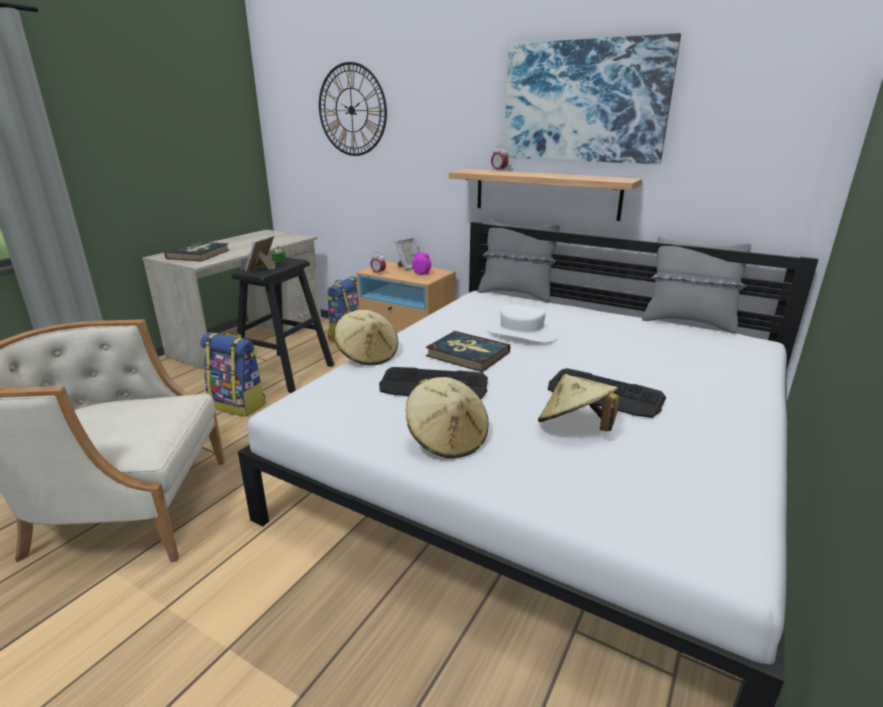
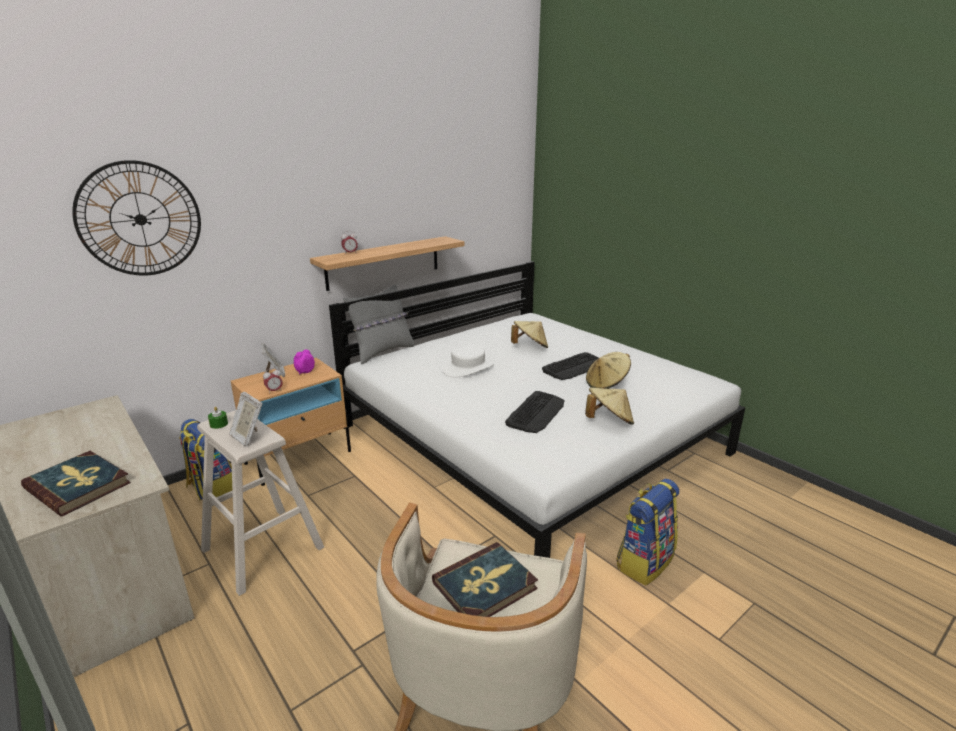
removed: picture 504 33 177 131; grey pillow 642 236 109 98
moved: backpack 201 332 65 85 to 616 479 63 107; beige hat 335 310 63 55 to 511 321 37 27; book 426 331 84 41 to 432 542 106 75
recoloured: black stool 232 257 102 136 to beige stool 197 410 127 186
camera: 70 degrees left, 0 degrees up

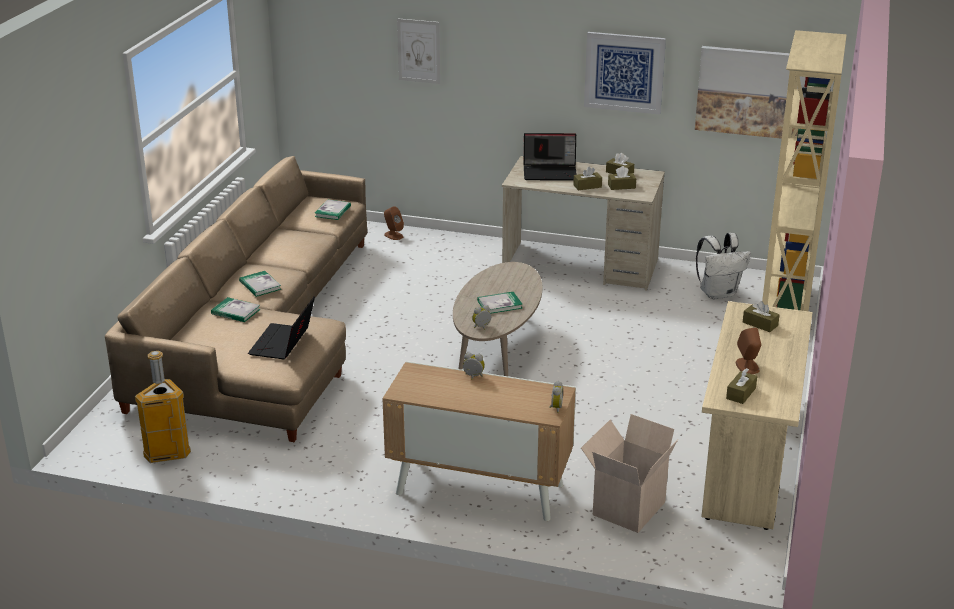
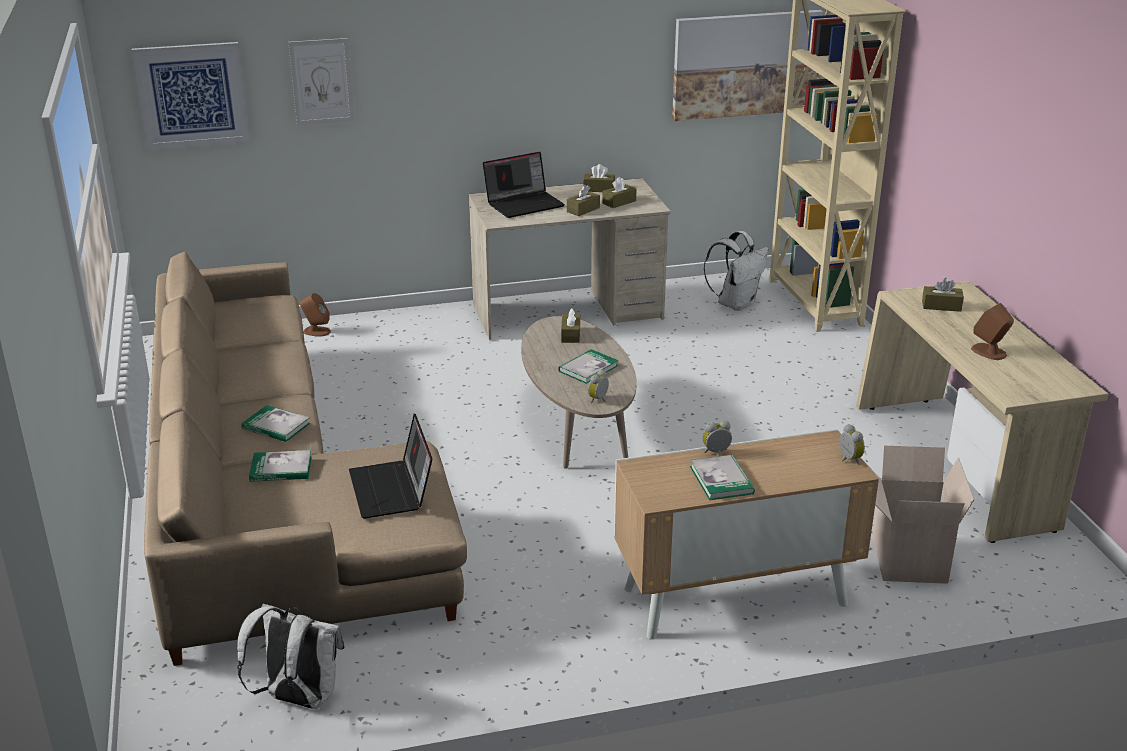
moved: book 315 199 36 21 to 690 455 65 45; picture 584 32 82 83 to 132 42 118 108; brown tissue box 726 368 31 36 to 561 308 19 35
replaced: trash can 135 351 56 112 to white backpack 237 604 108 105
camera: 30 degrees left, 0 degrees up

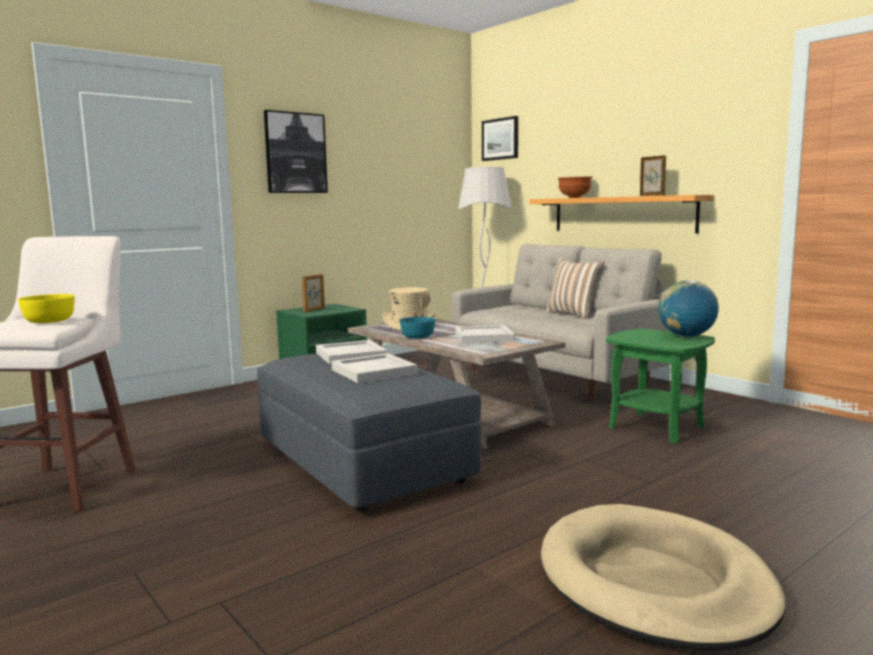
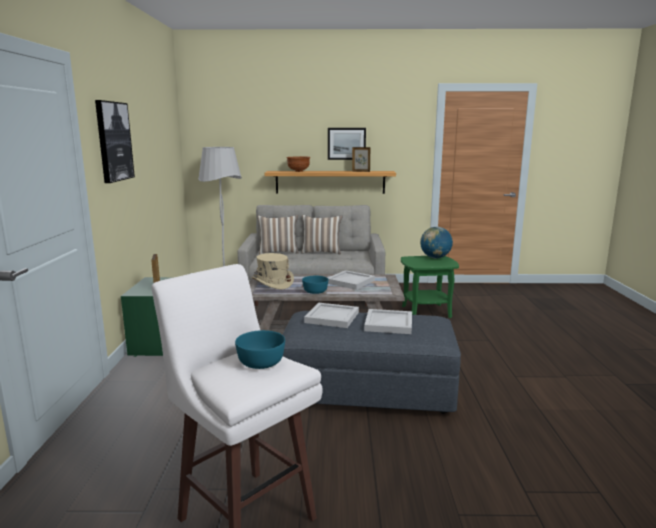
removed: beige dog bed 541 504 244 147
added: pillow 257 215 42 39
moved: picture 482 116 36 45 to 328 128 38 32
recoloured: yellow bowl 18 294 57 29 to turquoise bowl 235 330 50 39
camera: 50 degrees left, 5 degrees up

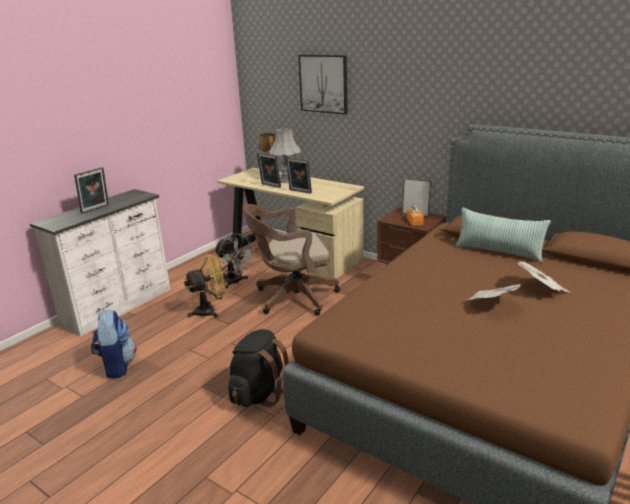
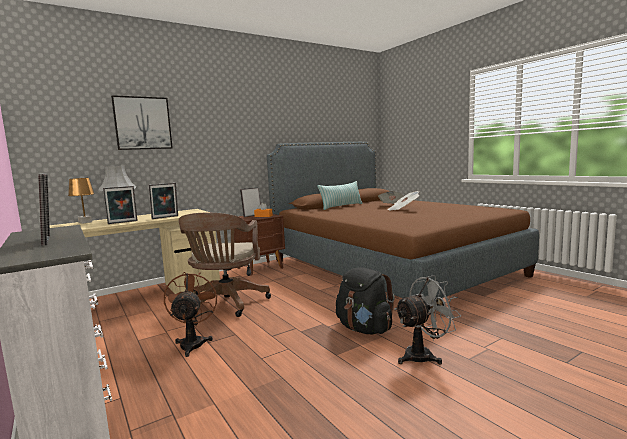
removed: backpack 91 310 46 68
moved: grey fan 214 233 42 55 to 395 275 66 89
recoloured: yellow fan 184 254 43 64 to brown fan 164 272 54 85
camera: 70 degrees left, 15 degrees down

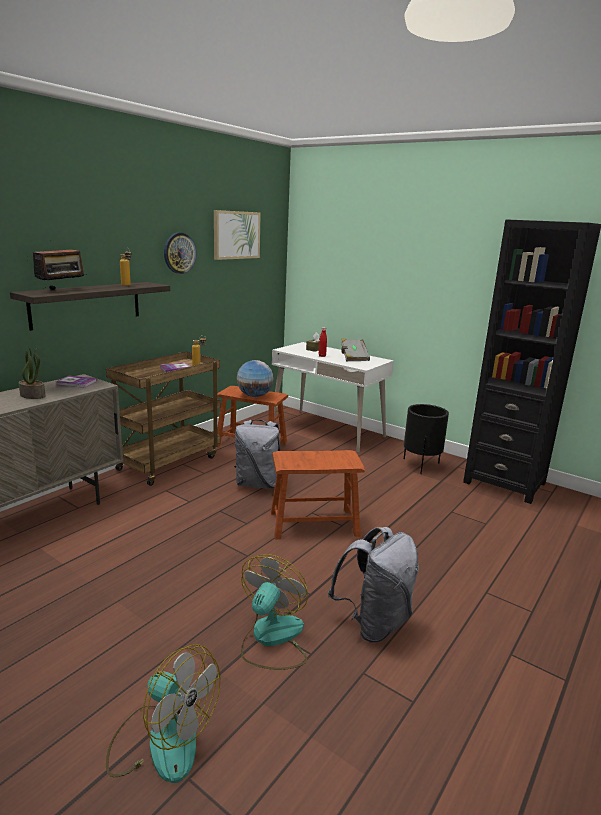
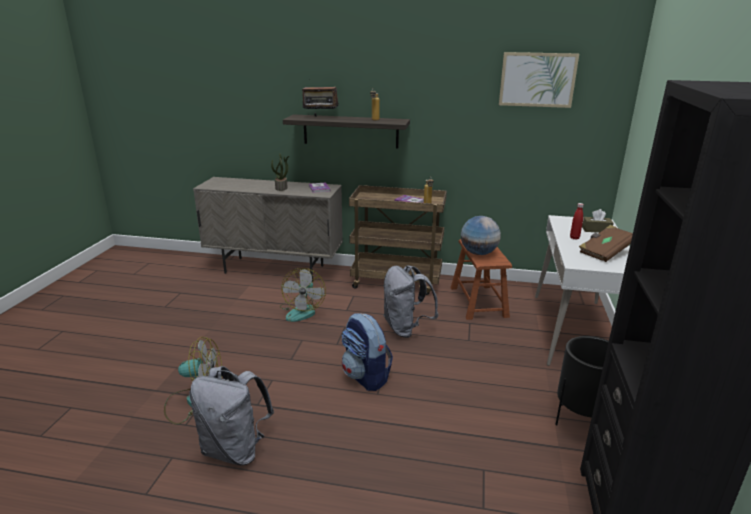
removed: wall clock 164 233 32 41
moved: fan 106 644 114 139 to 280 268 46 54
replaced: brown stool 271 450 94 90 to backpack 342 313 51 78
recoloured: grey book 341 339 29 22 to brown book 579 225 54 37
camera: 65 degrees right, 5 degrees up

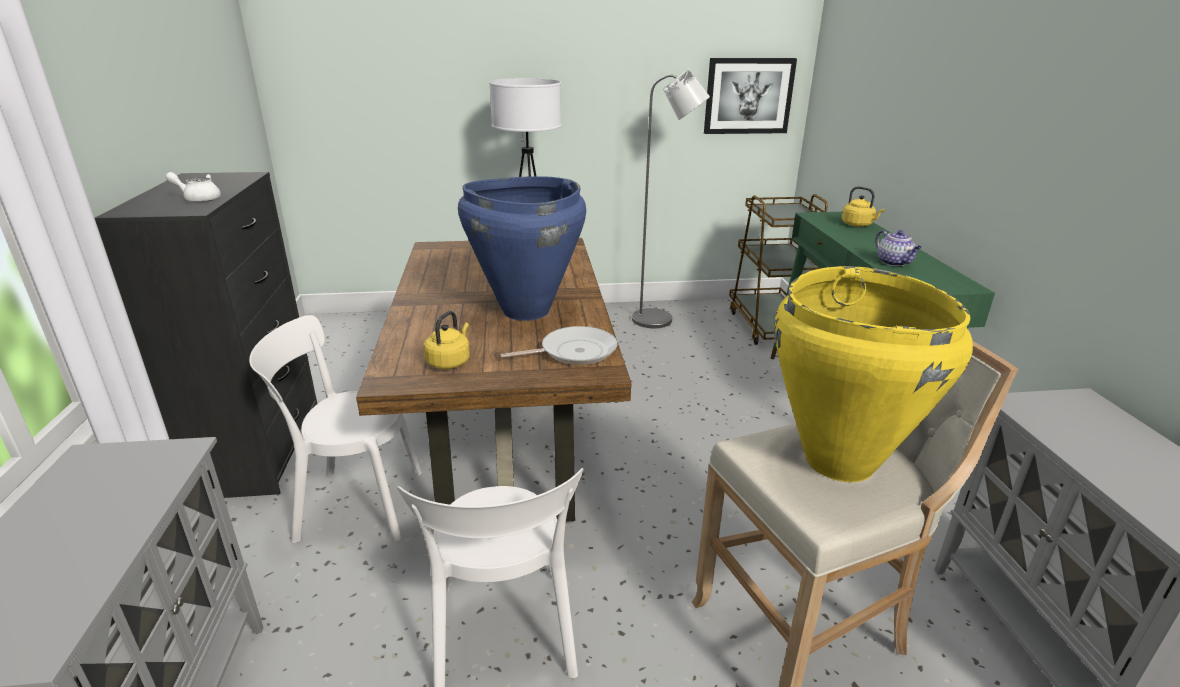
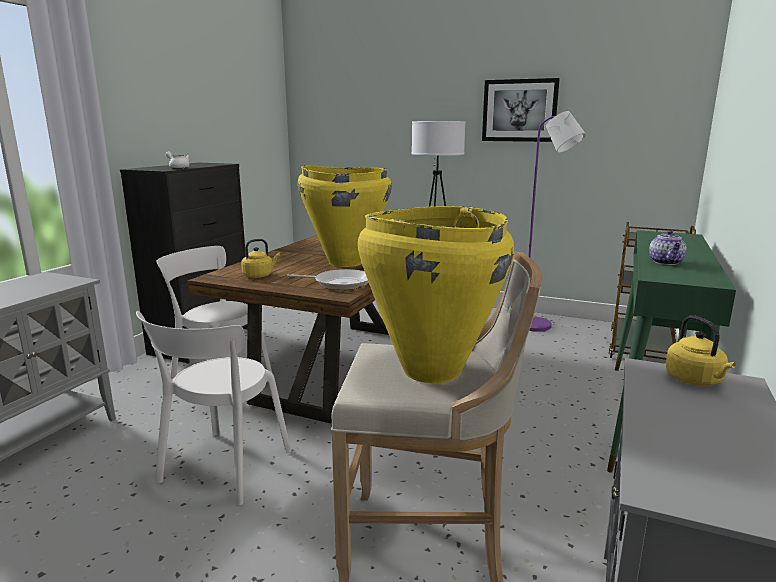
moved: picture 704 58 93 76 to 482 78 78 64; yellow kettle 842 186 43 41 to 666 315 70 71
recoloured: blue vase 458 176 128 145 to yellow vase 298 166 94 101; grey floor lamp 632 69 78 259 to purple floor lamp 528 111 58 221
camera: 30 degrees right, 10 degrees down

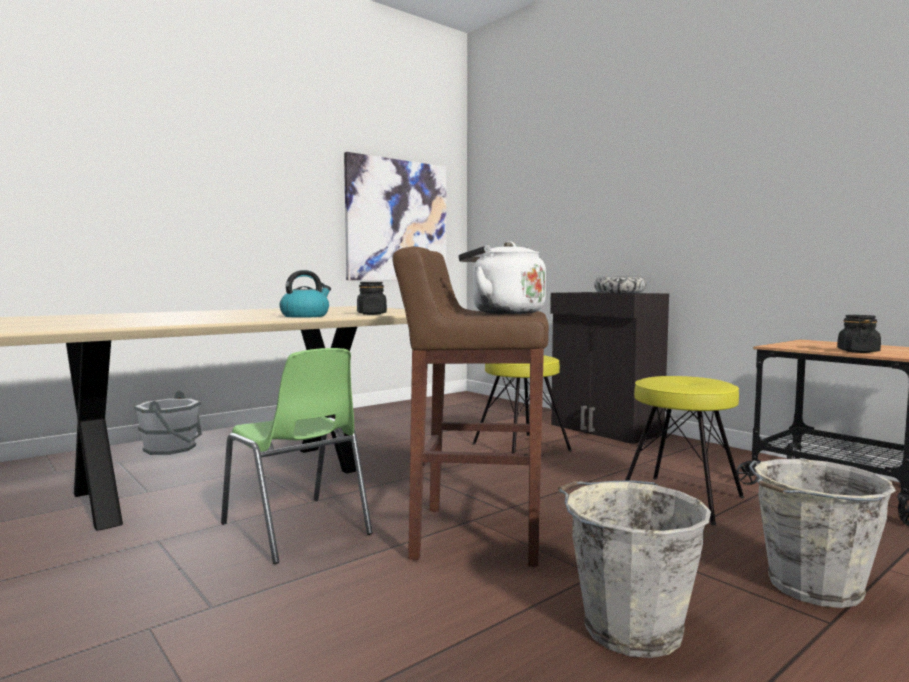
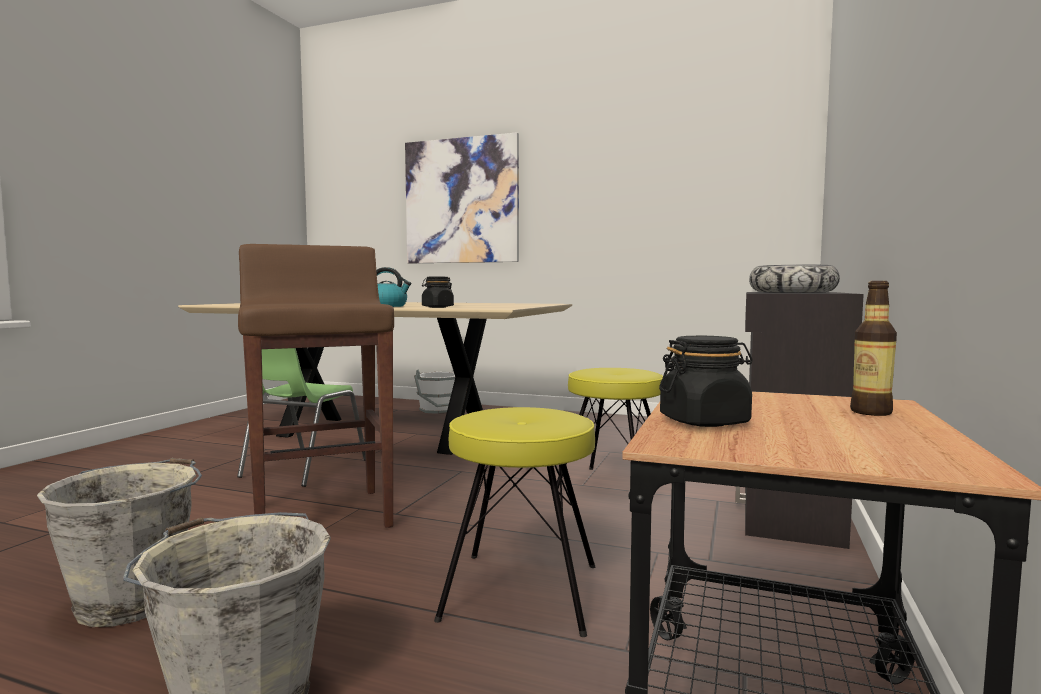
removed: white kettle 459 241 87 73
added: bottle 850 281 47 135
moved: picture 344 152 102 128 to 405 132 114 131
camera: 60 degrees right, 0 degrees up

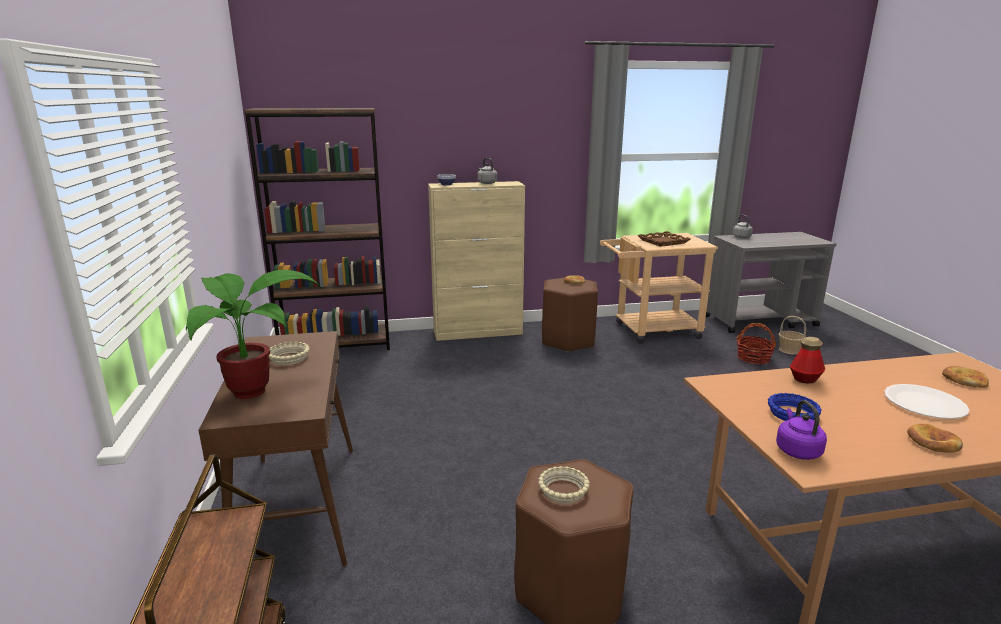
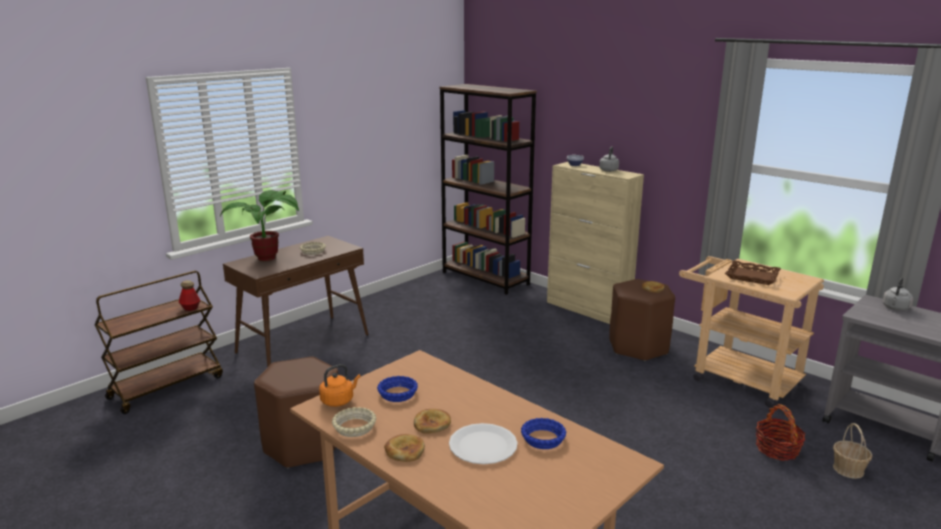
added: blue bowl 521 418 46 31
moved: beige bowl 538 466 52 37 to 332 407 45 30; bottle 790 337 35 46 to 179 280 21 31; bread 942 366 47 22 to 414 409 37 25
recoloured: purple kettle 776 400 51 60 to orange kettle 319 364 42 43
camera: 55 degrees right, 0 degrees up

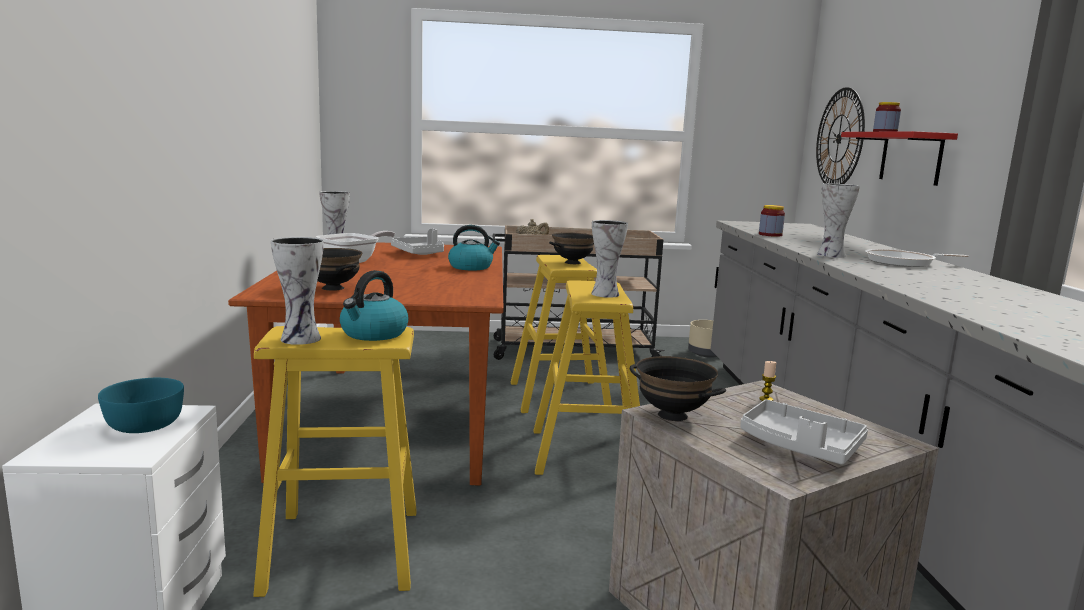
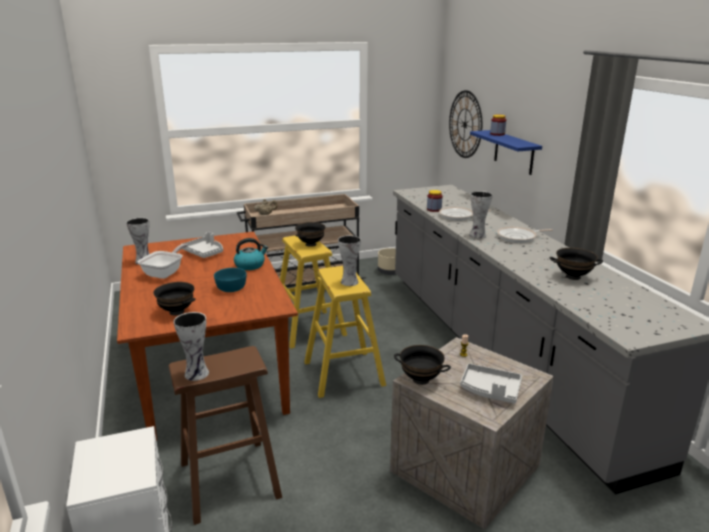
removed: kettle 340 270 69 71
added: frying pan 439 207 52 14; black bowl 550 248 53 32
moved: turquoise bowl 98 378 86 55 to 214 268 32 24
recoloured: yellow stool 253 326 164 271 to brown stool 168 346 114 179; red shelf 841 131 117 55 to blue shelf 470 130 72 45
camera: 15 degrees left, 10 degrees up

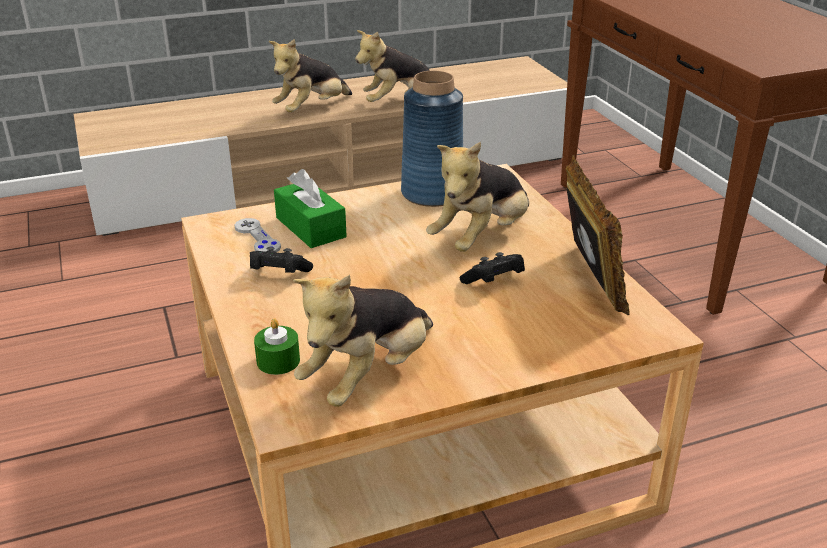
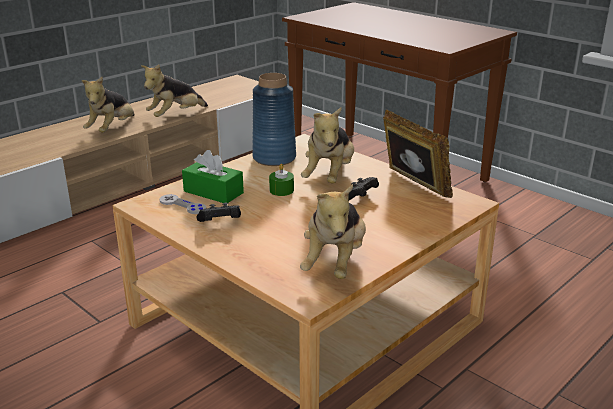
moved: green candle 254 318 46 57 to 269 164 25 32
camera: 25 degrees left, 5 degrees down

